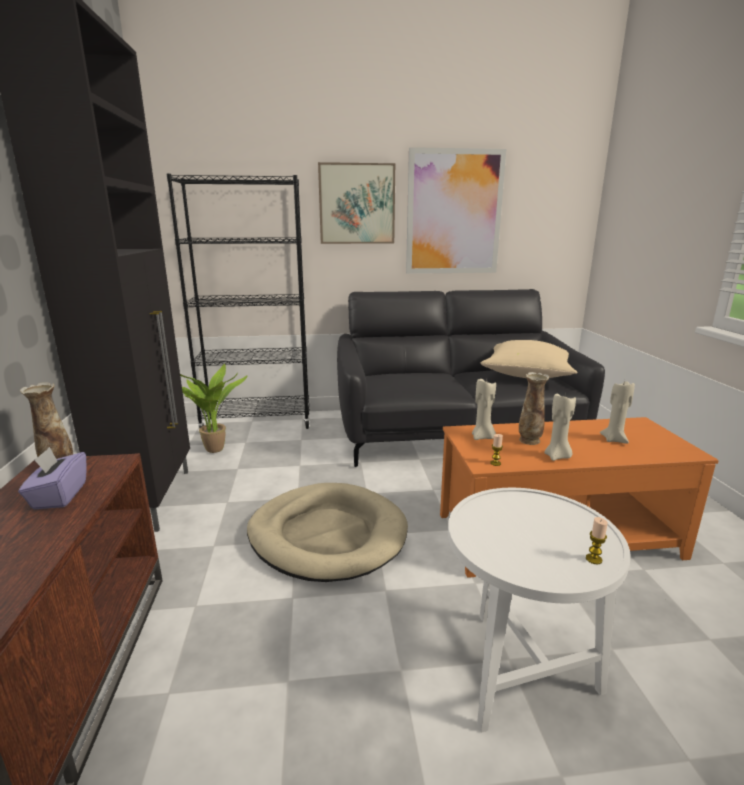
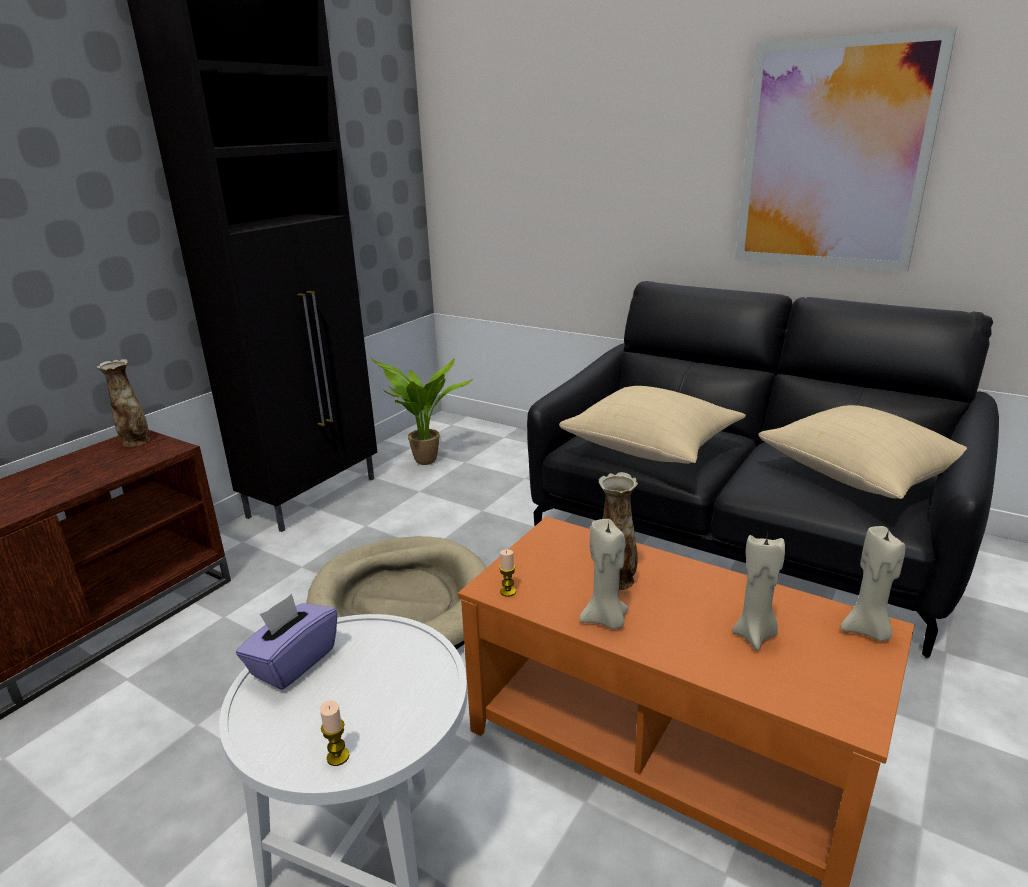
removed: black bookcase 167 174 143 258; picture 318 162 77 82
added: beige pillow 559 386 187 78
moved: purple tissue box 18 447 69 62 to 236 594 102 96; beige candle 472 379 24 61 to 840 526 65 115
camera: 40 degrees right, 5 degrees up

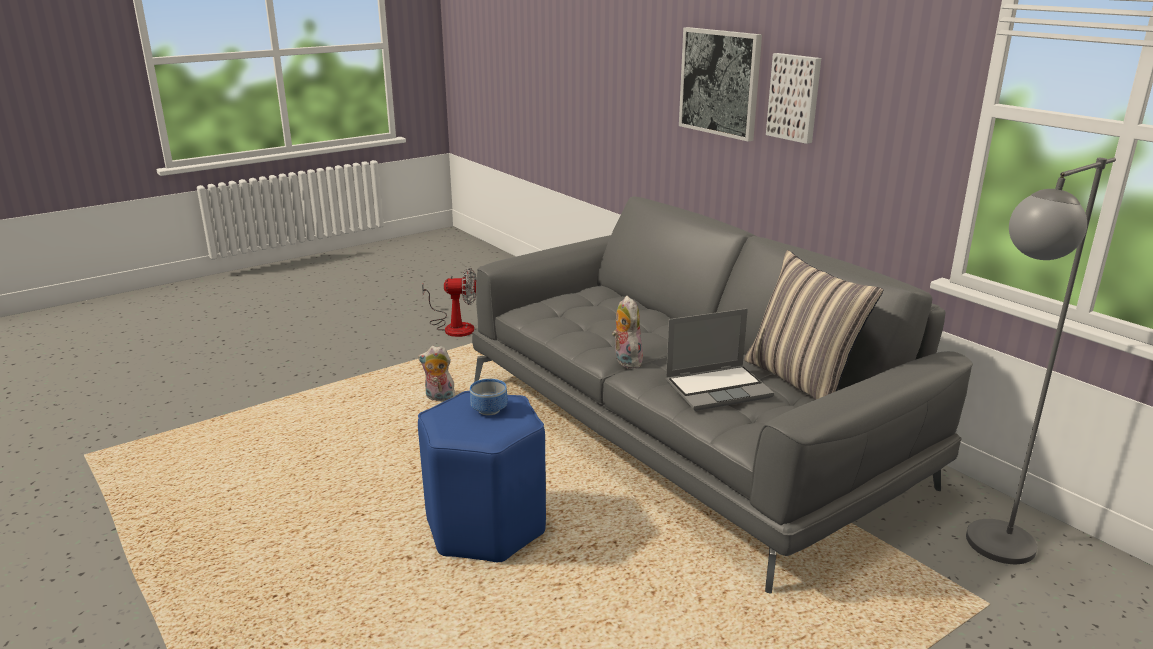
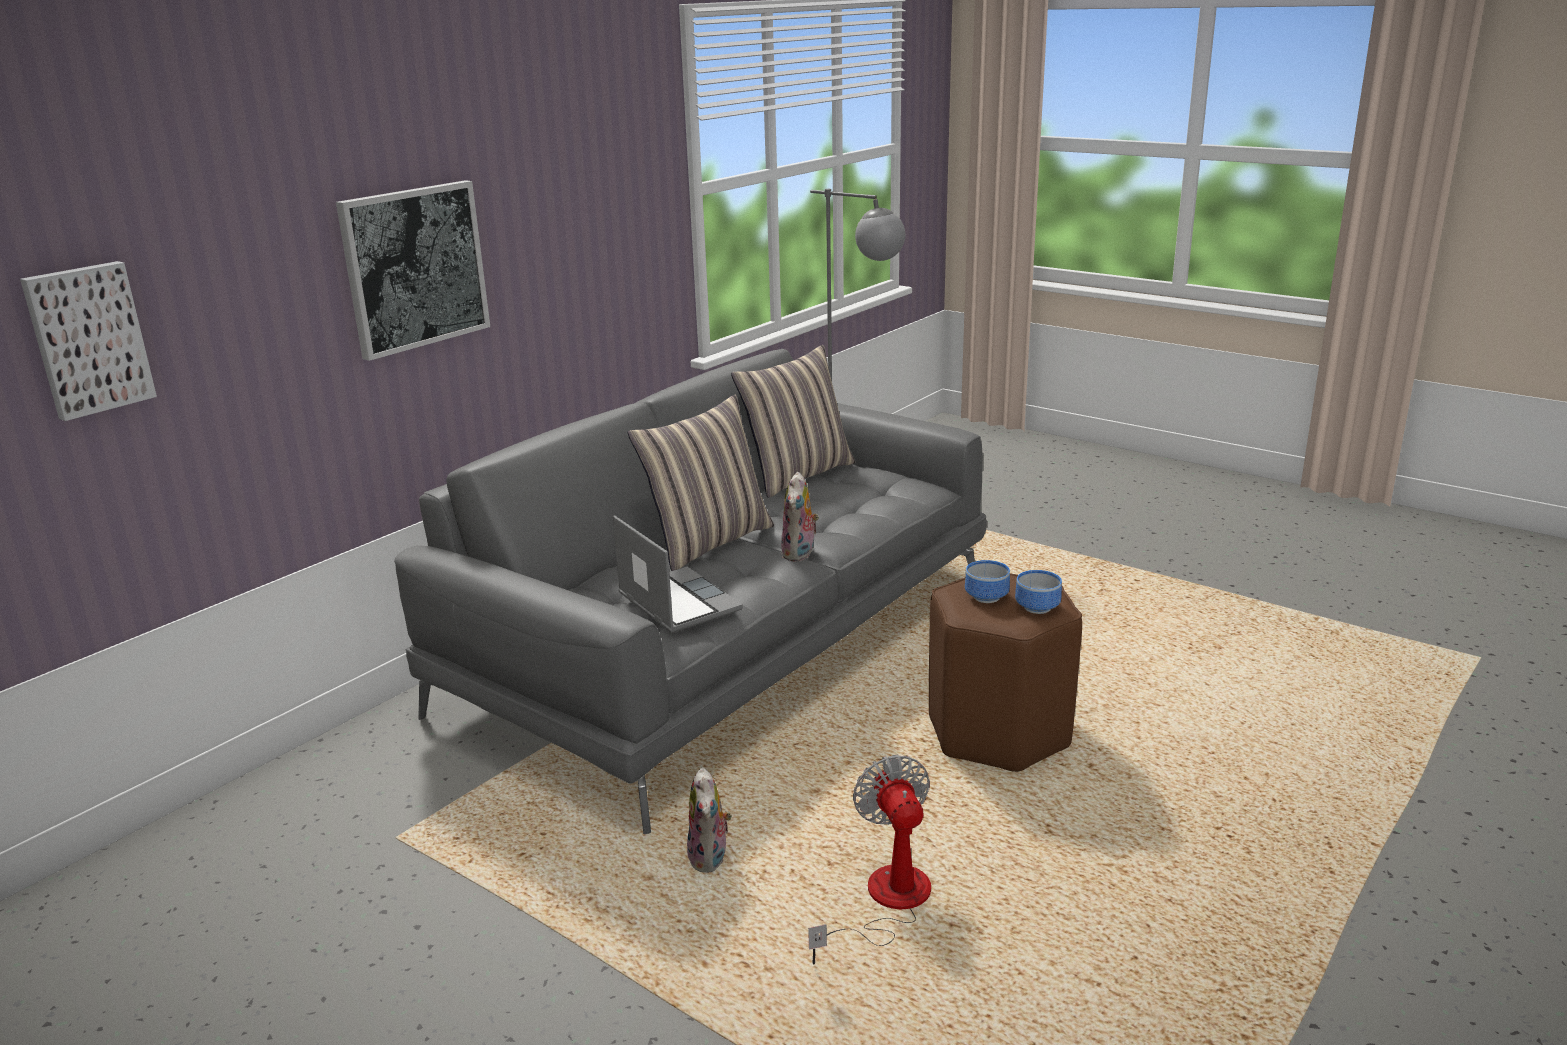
added: pillow 628 395 146 176; bowl 1015 570 47 44
moved: fan 422 268 54 69 to 808 754 123 211; laptop 665 308 109 103 to 613 515 130 118; picture 766 53 55 91 to 20 261 137 160
recoloured: blue stool 418 391 128 171 to brown stool 929 573 153 199
turned: plush toy 612 296 31 73 = 781 472 38 90 45 degrees counterclockwise
camera: 105 degrees left, 0 degrees up

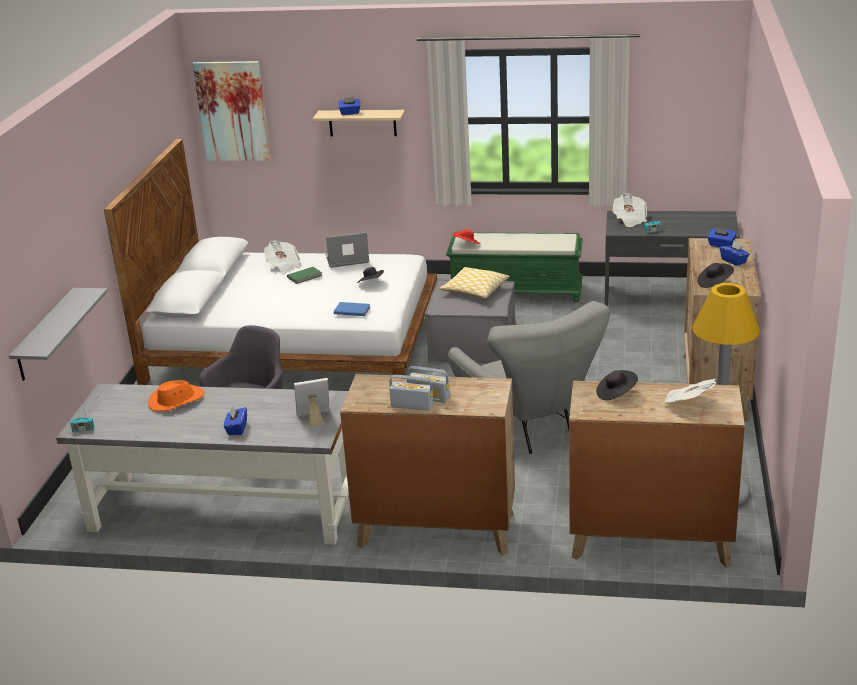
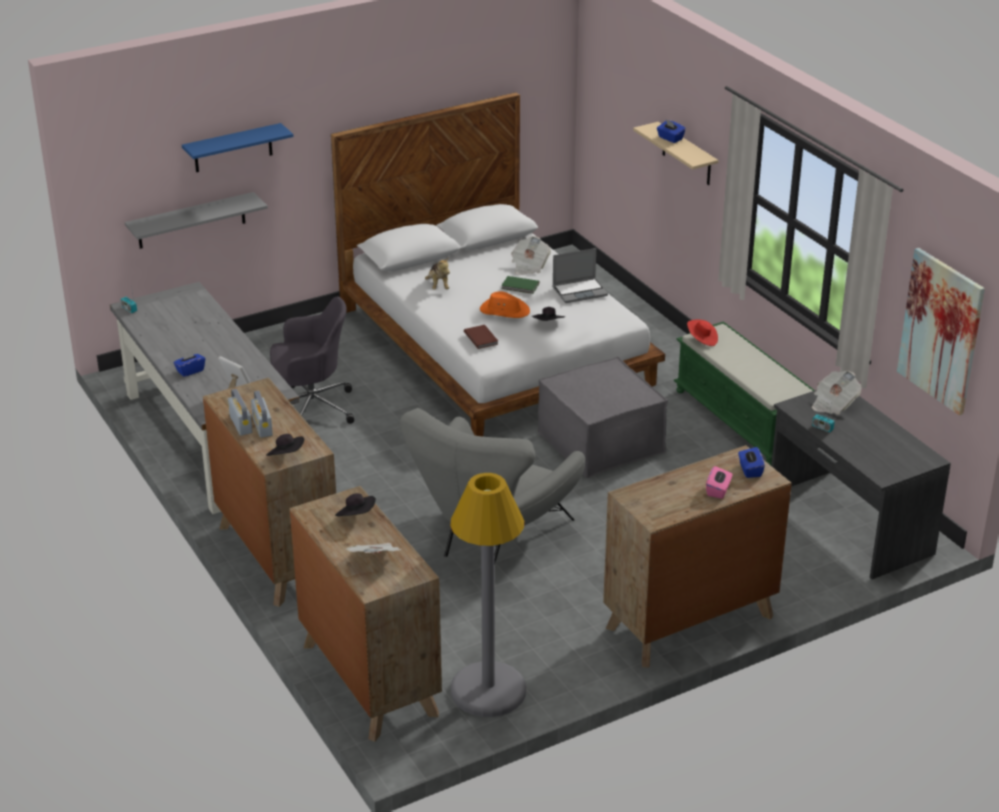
removed: pillow 439 267 71 32
added: blue shelf 182 123 112 49; plush toy 425 257 25 33
moved: orange hat 148 380 56 32 to 480 291 50 27; picture 192 61 79 100 to 897 248 88 167; black hat 697 263 37 25 to 266 434 38 22
recoloured: blue book 334 302 36 14 to brown book 464 325 34 24; blue tissue box 720 241 29 25 to pink tissue box 706 466 27 33
turned: laptop 326 232 43 36 = 552 248 56 55 120 degrees clockwise
camera: 50 degrees right, 5 degrees up

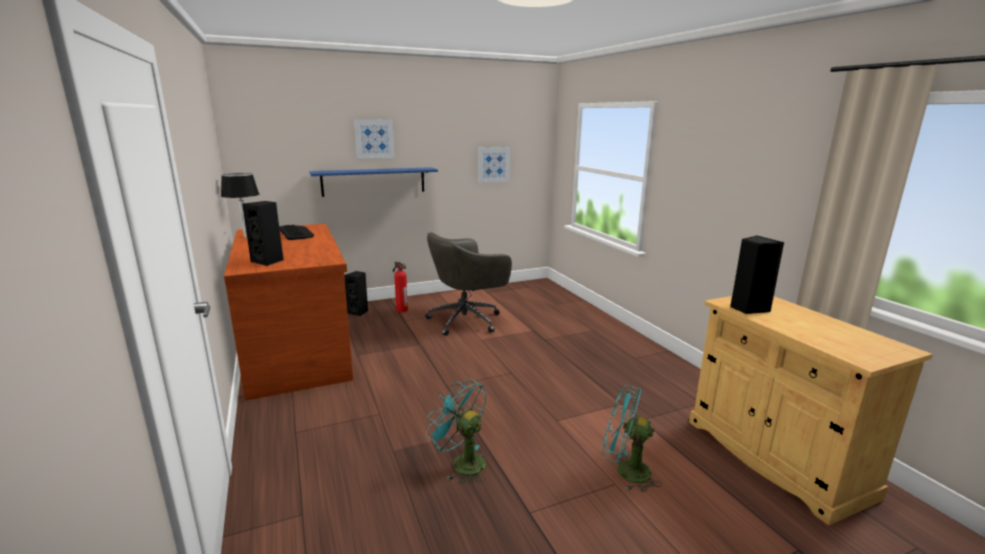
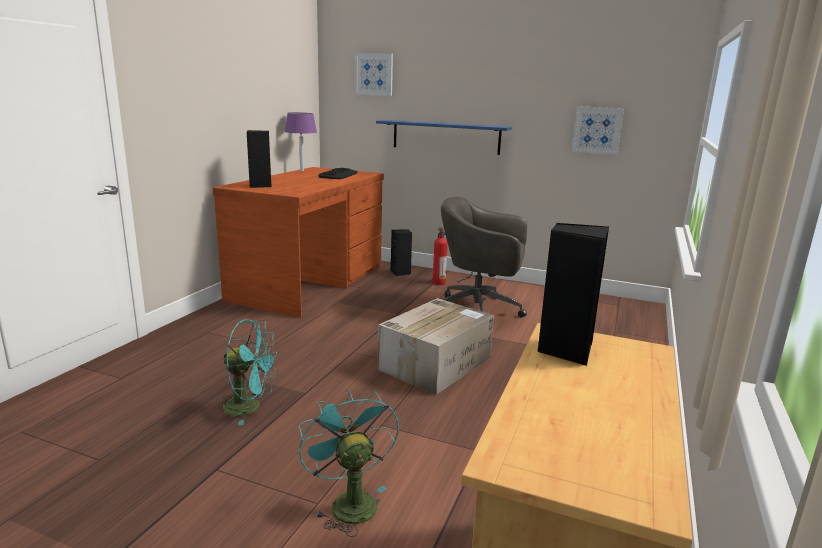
added: cardboard box 378 298 116 97
moved: picture 354 119 41 40 to 356 53 37 43
recoloured: black table lamp 221 173 38 64 to purple table lamp 285 112 32 60
turned: turquoise fan 426 378 61 106 = 219 319 60 107 105 degrees clockwise
camera: 45 degrees right, 0 degrees up

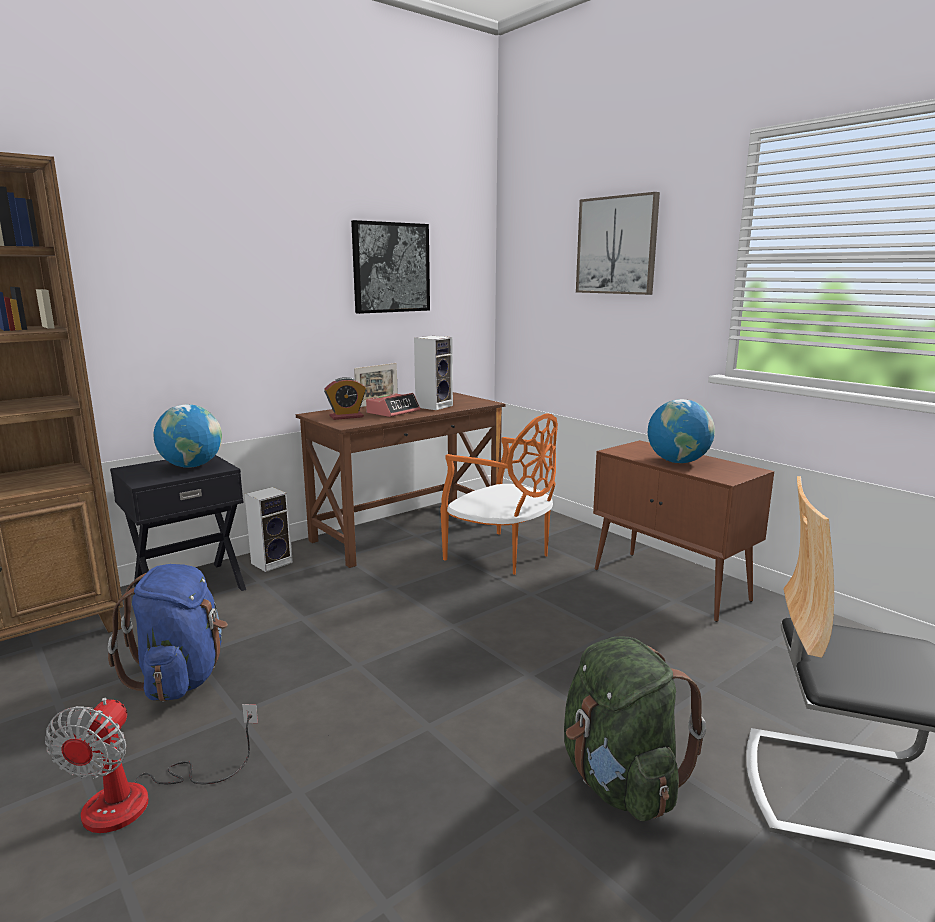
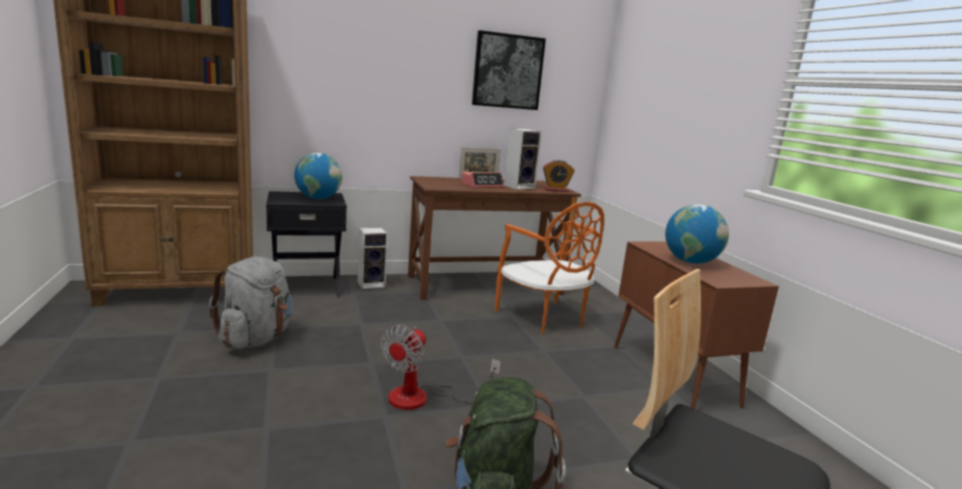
removed: picture 576 192 84 103
moved: fan 45 698 213 135 to 381 325 120 85; alarm clock 324 377 42 43 to 543 160 32 32
recoloured: blue backpack 108 564 120 138 to grey backpack 209 257 83 92
camera: 20 degrees right, 0 degrees up

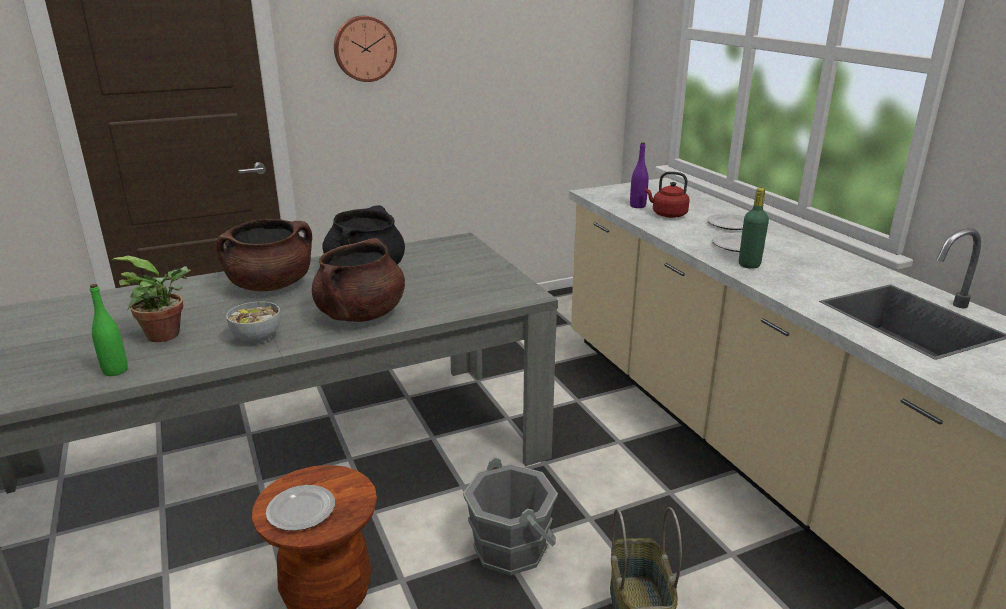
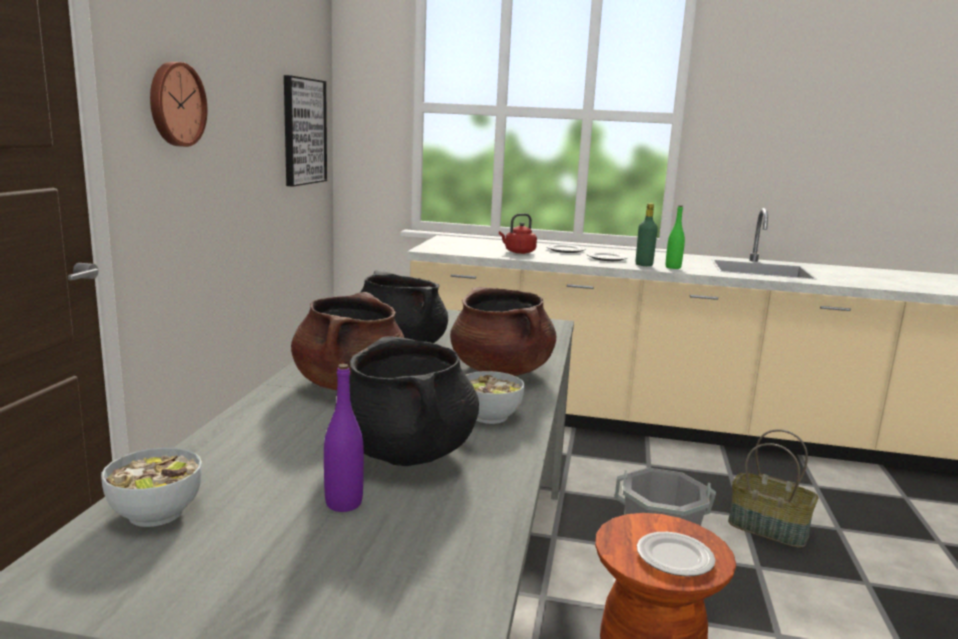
added: bowl 101 448 101 79; picture 284 75 43 112
moved: green bottle 90 284 38 92 to 666 205 19 64; purple bottle 630 142 19 66 to 324 364 40 148
replaced: potted plant 111 255 80 87 to black cooking pot 335 336 144 130
camera: 55 degrees left, 10 degrees down

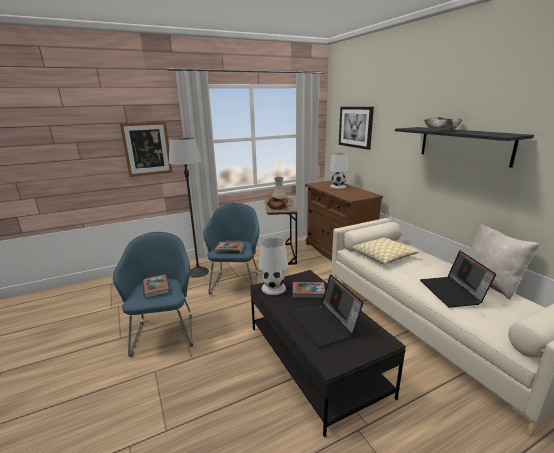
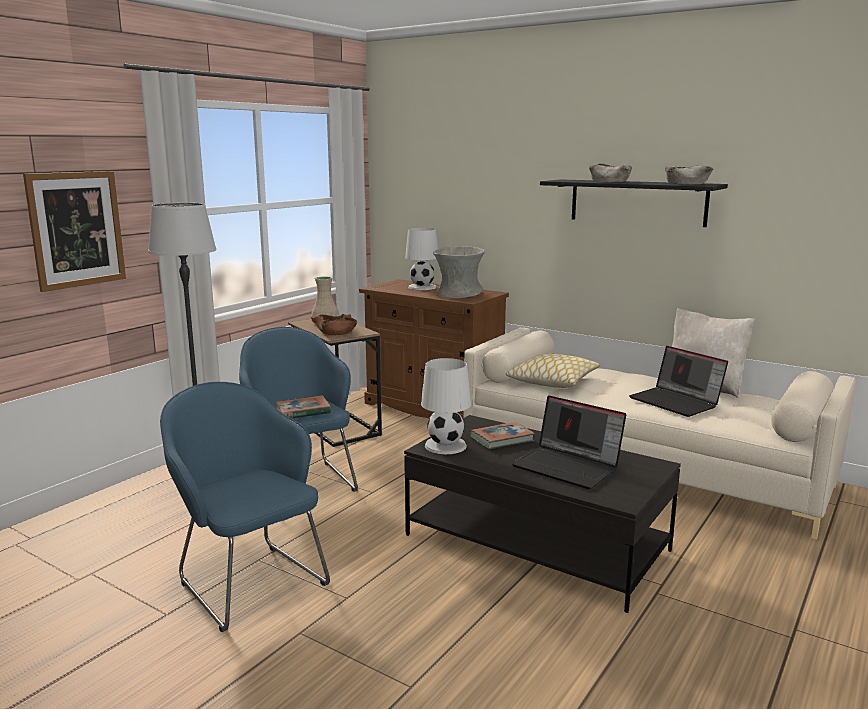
removed: book 143 275 26 23; picture 339 107 35 43
added: grey vase 433 246 52 52; beige bowl 665 165 48 19
camera: 30 degrees left, 5 degrees down

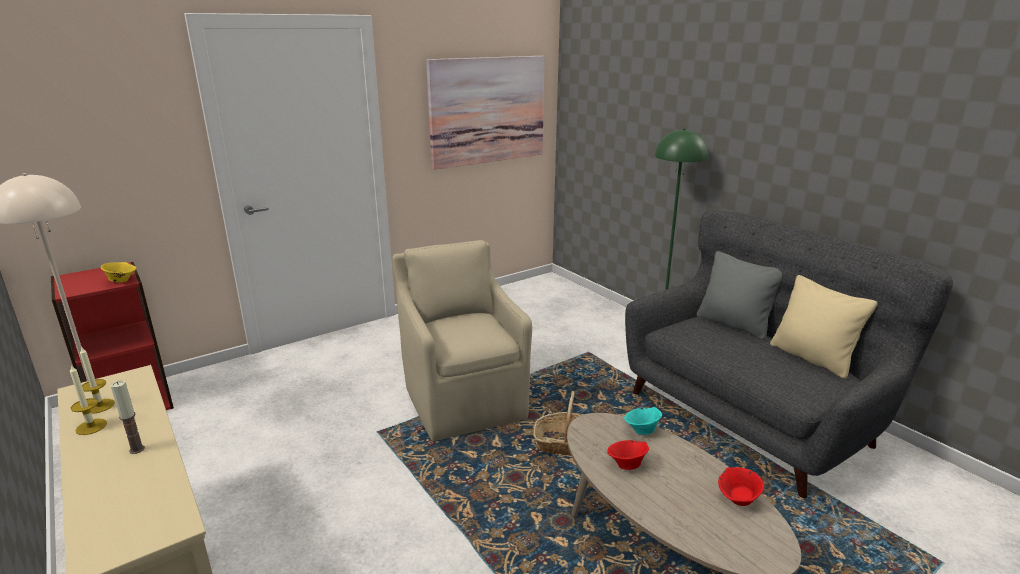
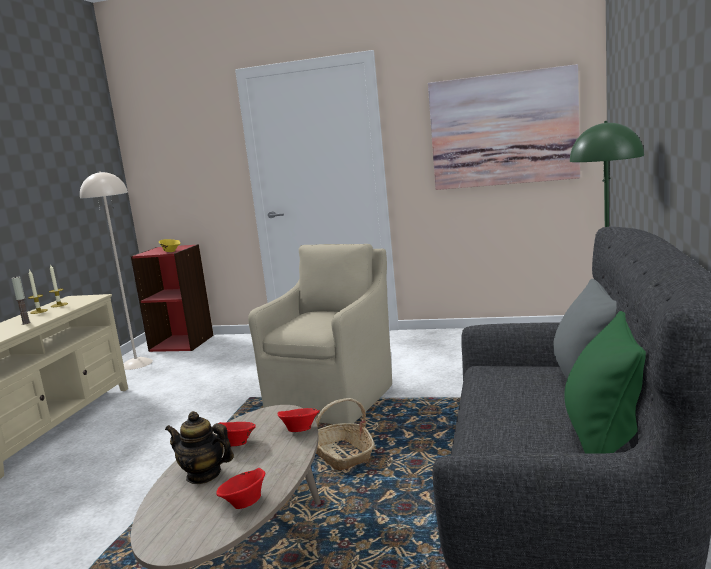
added: teapot 165 411 69 73
recoloured: turquoise bowl 624 407 38 28 to red bowl 278 408 42 24; beige pillow 770 275 107 104 to green pillow 564 311 82 142
camera: 50 degrees right, 10 degrees down

